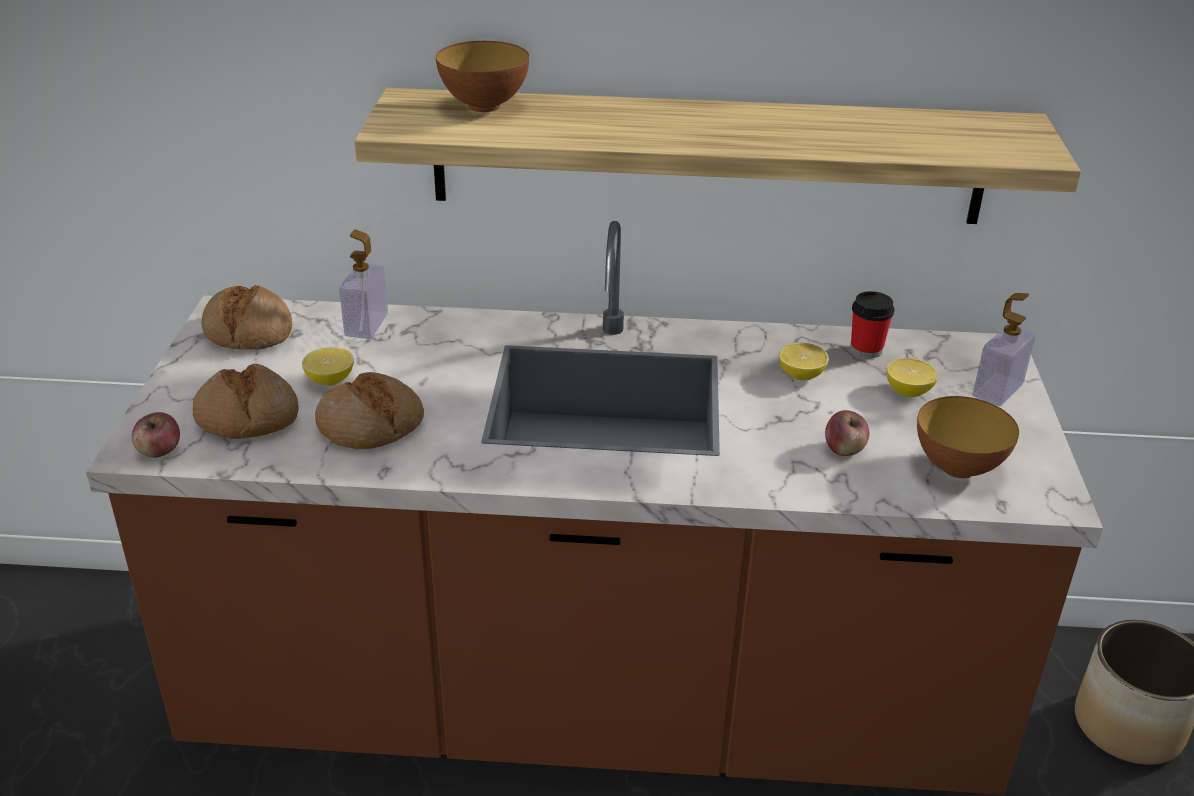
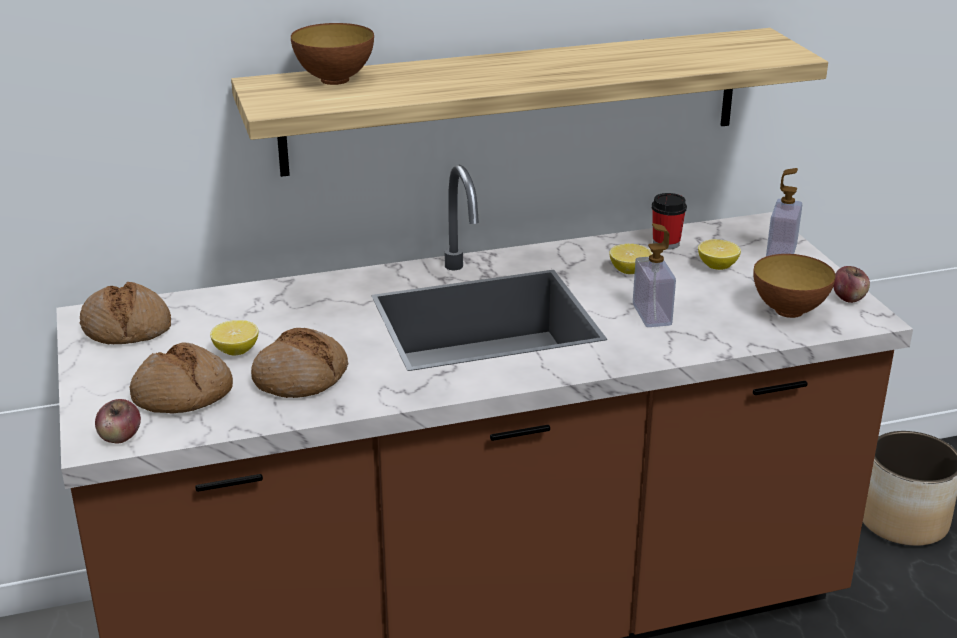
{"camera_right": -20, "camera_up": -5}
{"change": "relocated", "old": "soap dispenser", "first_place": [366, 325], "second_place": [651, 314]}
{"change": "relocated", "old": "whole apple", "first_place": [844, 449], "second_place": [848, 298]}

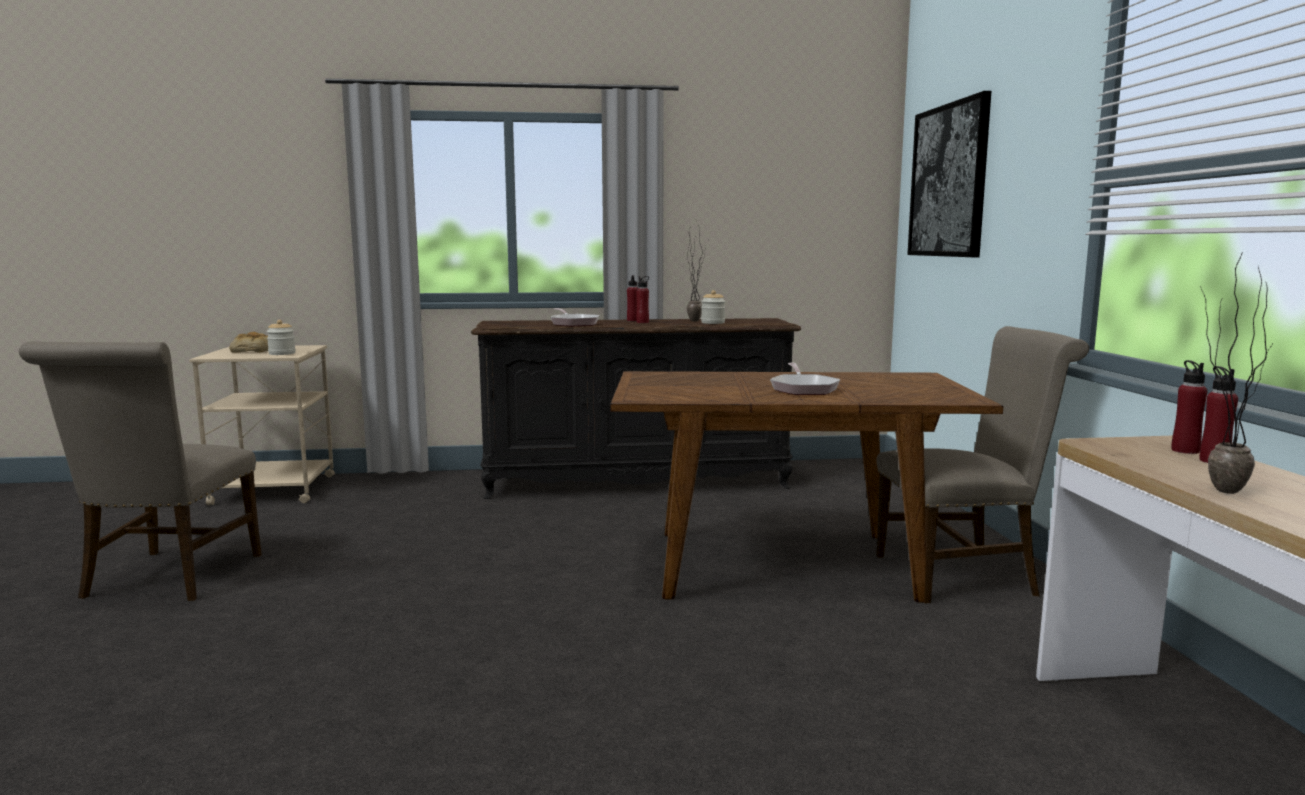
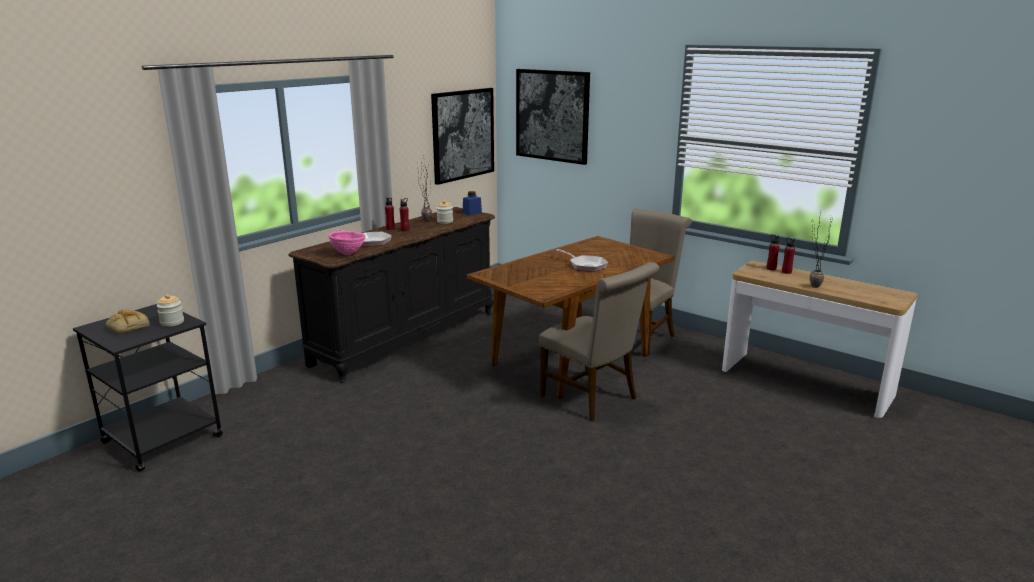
{"camera_right": -45, "camera_up": 10}
{"change": "relocated", "old": "plain chair/beige", "first_place": [167, 579], "second_place": [593, 399]}
{"change": "colour", "old": "cart/beige", "new": "cart/blackish", "first_place": [276, 490], "second_place": [164, 438]}
{"change": "appeared", "new": "deep dish/pinkish", "second_place": [348, 254]}
{"change": "appeared", "new": "wall picture", "second_place": [463, 134]}
{"change": "appeared", "new": "preserve jar/blue-coloured", "second_place": [472, 213]}

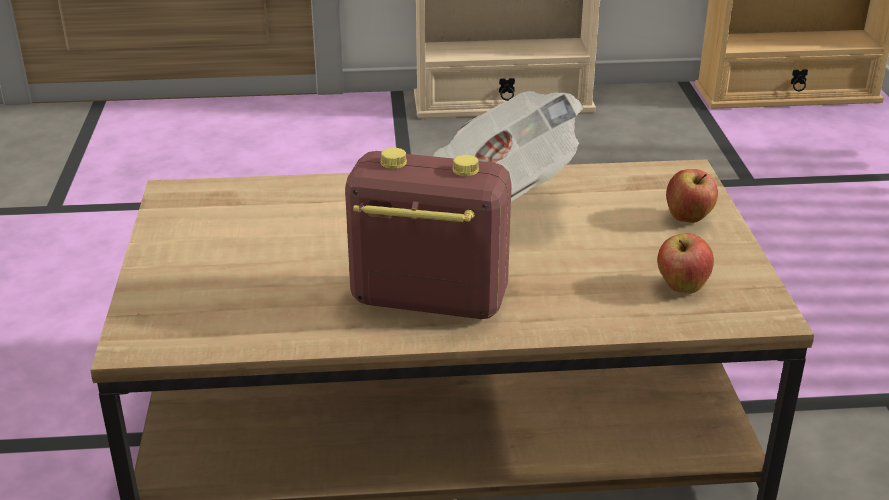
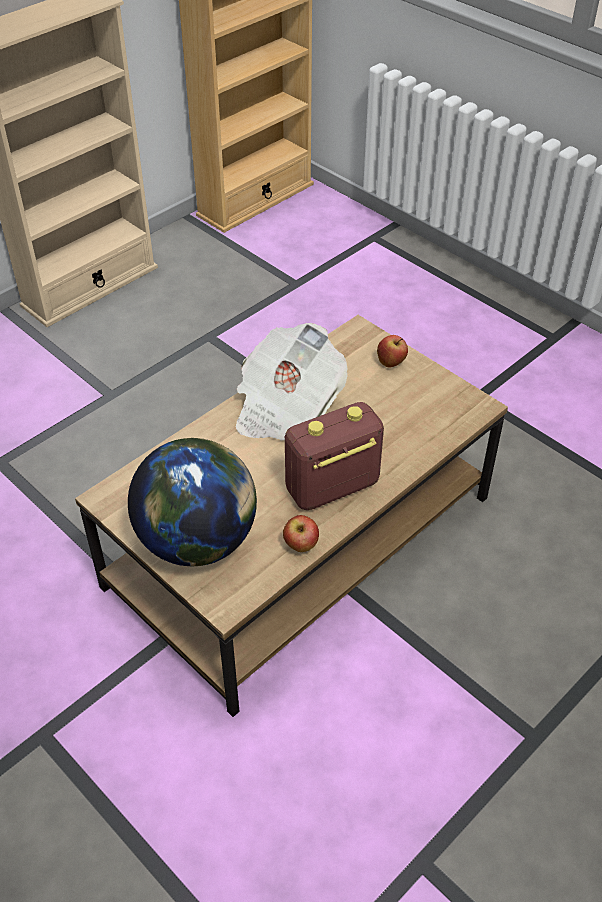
{"camera_right": -40, "camera_up": 15}
{"change": "relocated", "old": "whole apple", "first_place": [681, 288], "second_place": [301, 546]}
{"change": "appeared", "new": "desk globe", "second_place": [198, 541]}

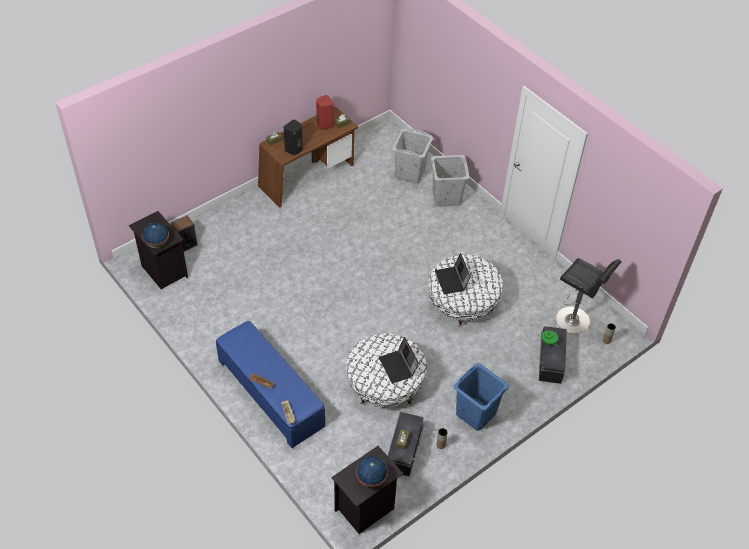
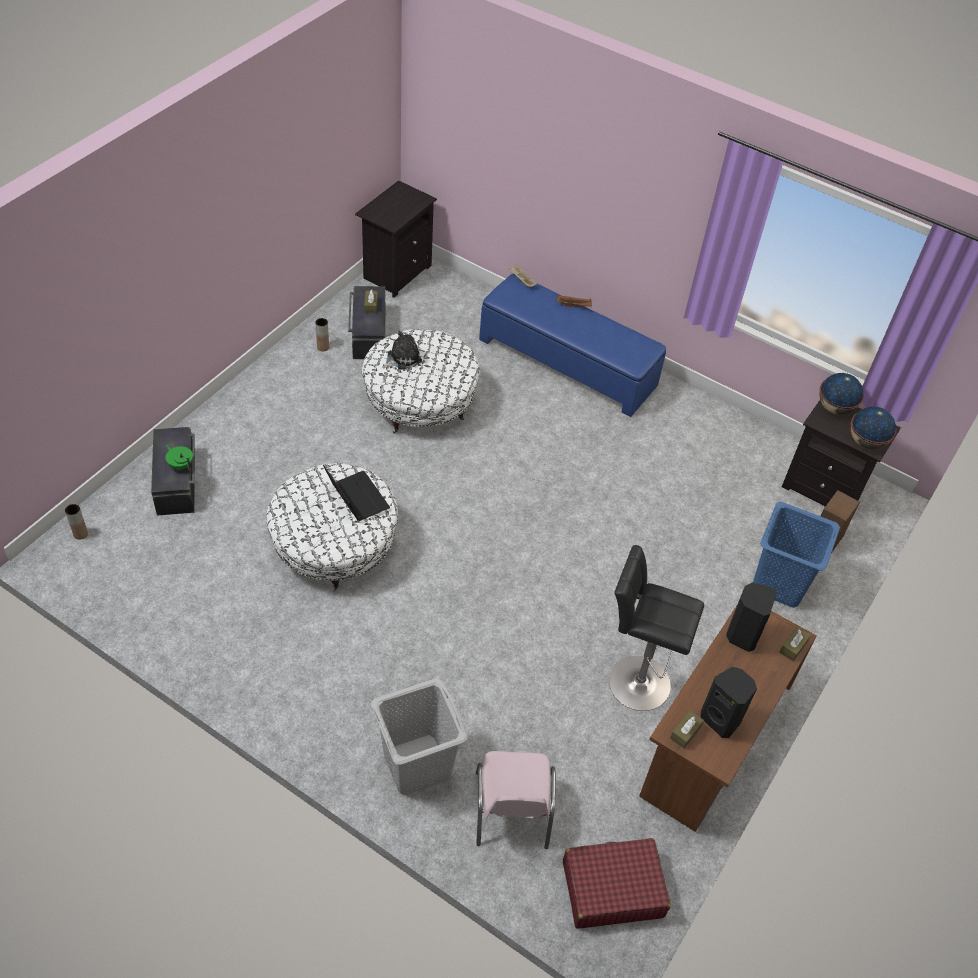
{"camera_right": 160, "camera_up": 0}
{"change": "colour", "old": "speaker/red", "new": "speaker/blackish", "first_place": [324, 124], "second_place": [721, 719]}
{"change": "relocated", "old": "desk globe", "first_place": [371, 479], "second_place": [866, 442]}
{"change": "exchanged", "old": "laptop", "new": "cuddly toy", "first_place": [398, 367], "second_place": [402, 358]}
{"change": "exchanged", "old": "laundry basket/gray", "new": "plain chair/pinkish", "first_place": [410, 173], "second_place": [512, 811]}
{"change": "relocated", "old": "laundry basket/blue-coloured", "first_place": [475, 414], "second_place": [779, 582]}
{"change": "relocated", "old": "stool/blackish", "first_place": [575, 321], "second_place": [634, 681]}
{"change": "appeared", "new": "travel case/red", "second_place": [612, 889]}

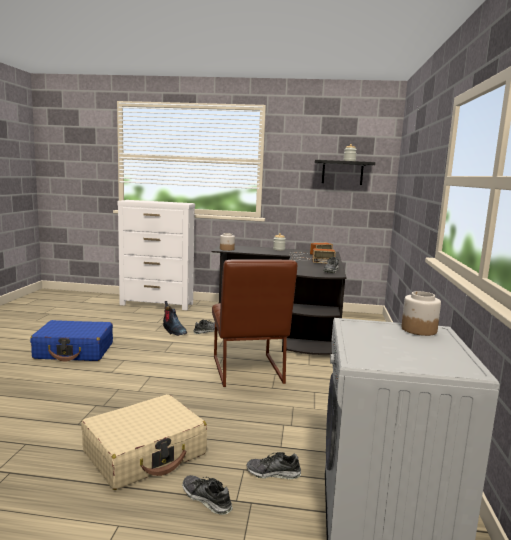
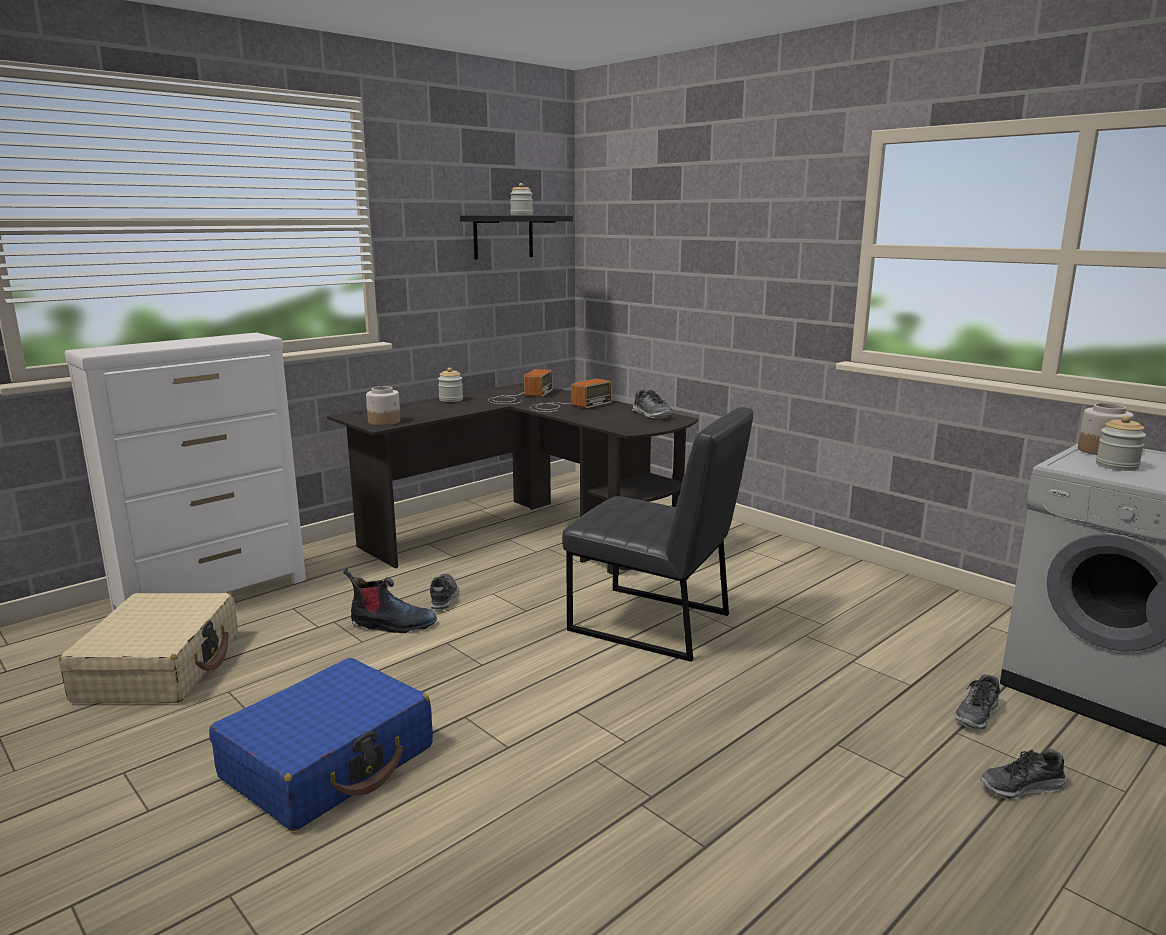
{"camera_right": -50, "camera_up": 5}
{"change": "relocated", "old": "travel case/beige", "first_place": [145, 453], "second_place": [160, 667]}
{"change": "colour", "old": "plain chair/brownish", "new": "plain chair/gray", "first_place": [247, 370], "second_place": [654, 623]}
{"change": "appeared", "new": "preserve jar", "second_place": [1116, 466]}

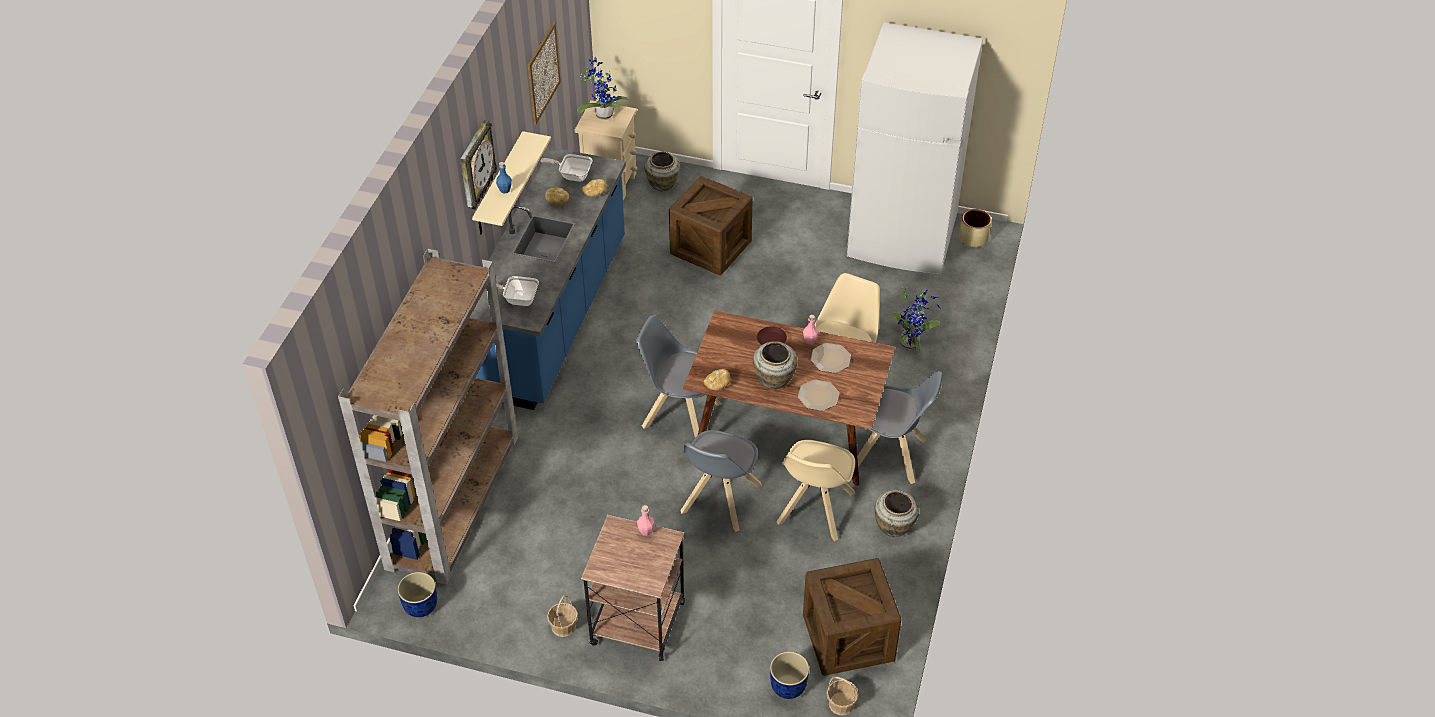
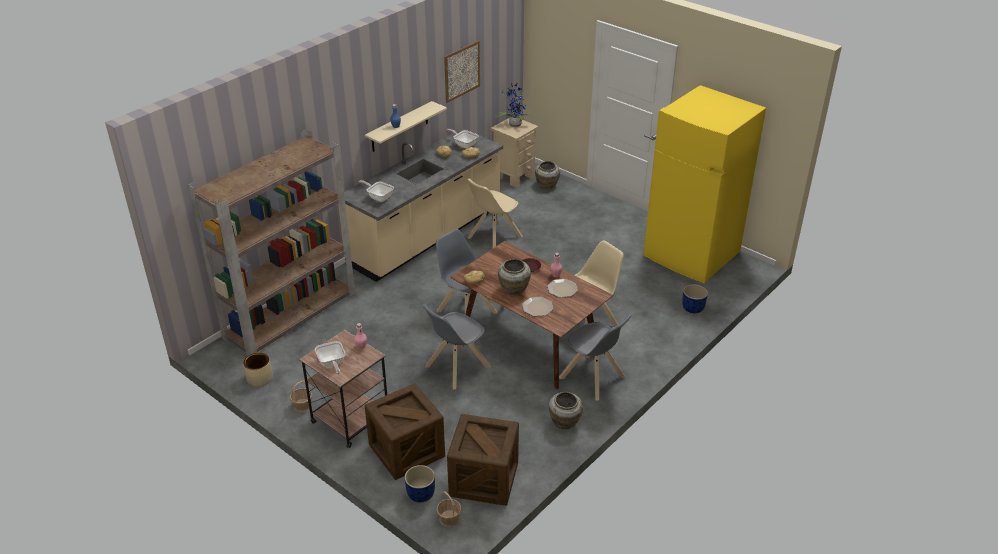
{"camera_right": 25, "camera_up": -10}
{"change": "relocated", "old": "plant pot/blue-coloured", "first_place": [420, 606], "second_place": [692, 308]}
{"change": "missing", "old": "hanging clock", "first_place": [475, 166]}
{"change": "colour", "old": "kitchen base unit/blue-coloured", "new": "kitchen base unit/beige", "first_place": [554, 317], "second_place": [426, 237]}
{"change": "relocated", "old": "packing crate", "first_place": [710, 247], "second_place": [406, 451]}
{"change": "relocated", "old": "plain chair/beige", "first_place": [815, 510], "second_place": [493, 238]}
{"change": "colour", "old": "refrigerator/white", "new": "refrigerator/yellowish", "first_place": [903, 236], "second_place": [691, 254]}
{"change": "missing", "old": "plant in a pot", "first_place": [911, 342]}
{"change": "relocated", "old": "plant pot/beige", "first_place": [973, 238], "second_place": [259, 378]}
{"change": "appeared", "new": "frying pan", "second_place": [332, 364]}

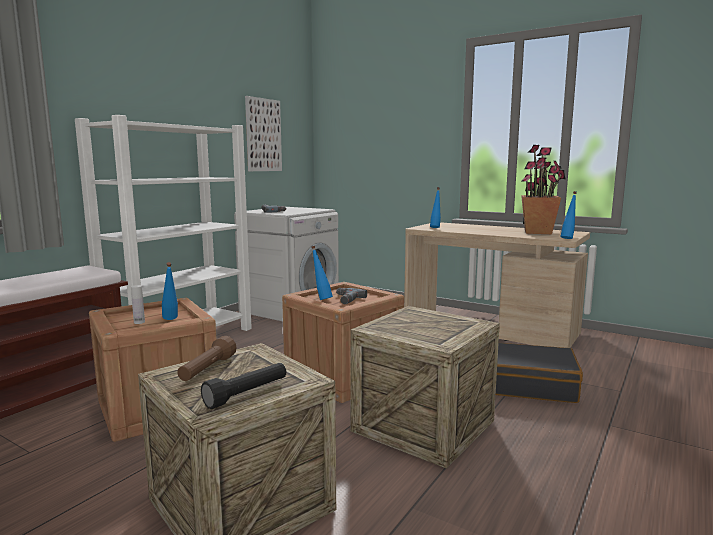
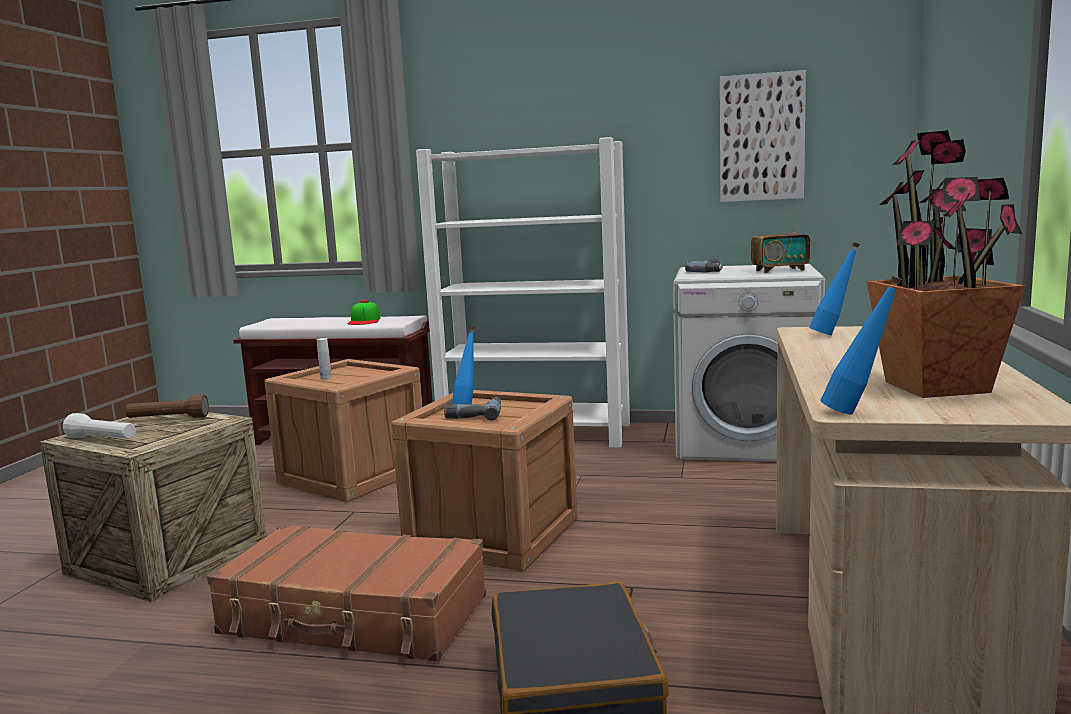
{"camera_right": 70, "camera_up": 0}
{"change": "missing", "old": "beverage bottle/blue-coloured", "first_place": [171, 320]}
{"change": "colour", "old": "flashlight/blackish", "new": "flashlight/white", "first_place": [247, 394], "second_place": [102, 439]}
{"change": "exchanged", "old": "packing crate", "new": "travel case/brownish", "first_place": [423, 426], "second_place": [354, 616]}
{"change": "appeared", "new": "cap", "second_place": [364, 320]}
{"change": "appeared", "new": "radio set", "second_place": [779, 270]}

